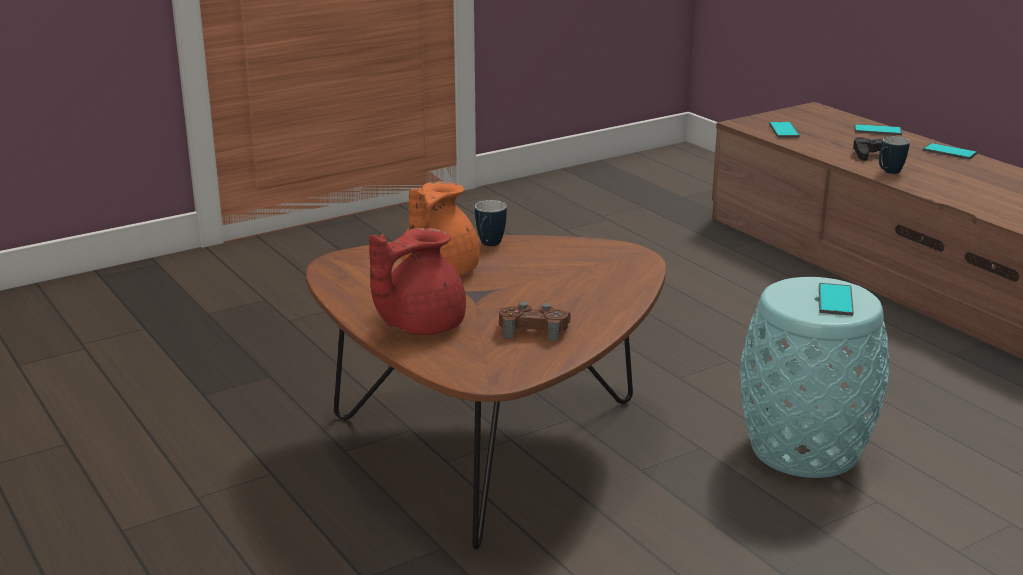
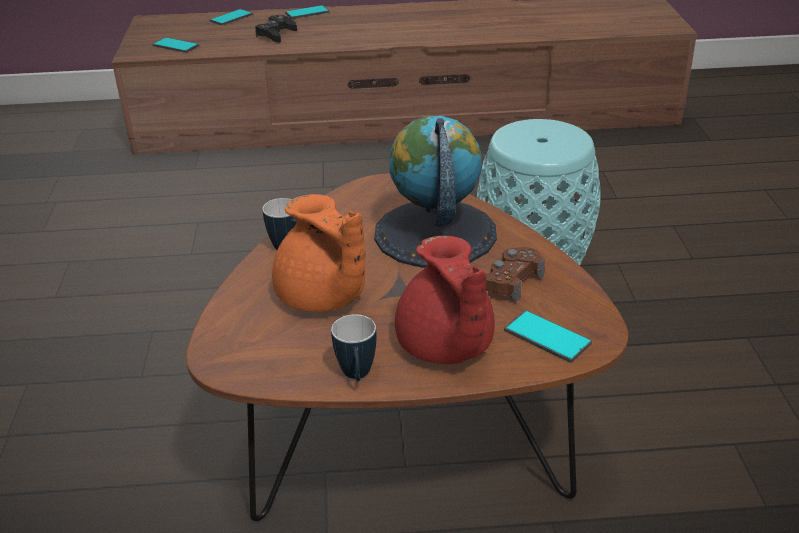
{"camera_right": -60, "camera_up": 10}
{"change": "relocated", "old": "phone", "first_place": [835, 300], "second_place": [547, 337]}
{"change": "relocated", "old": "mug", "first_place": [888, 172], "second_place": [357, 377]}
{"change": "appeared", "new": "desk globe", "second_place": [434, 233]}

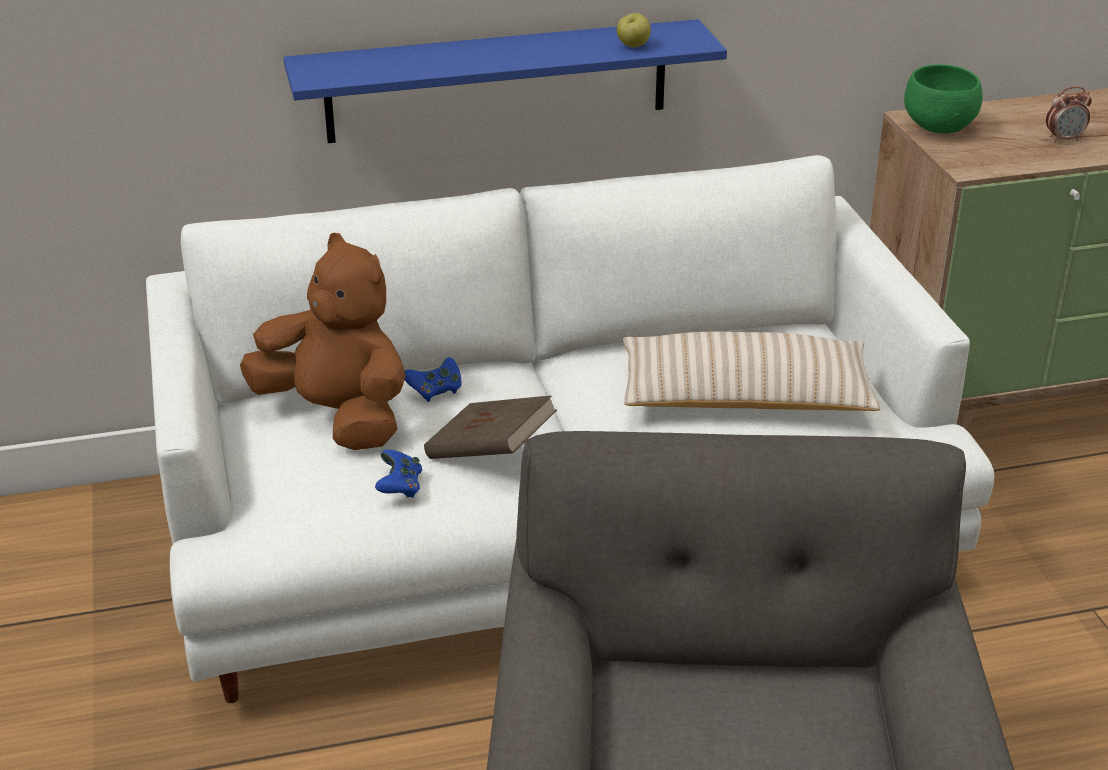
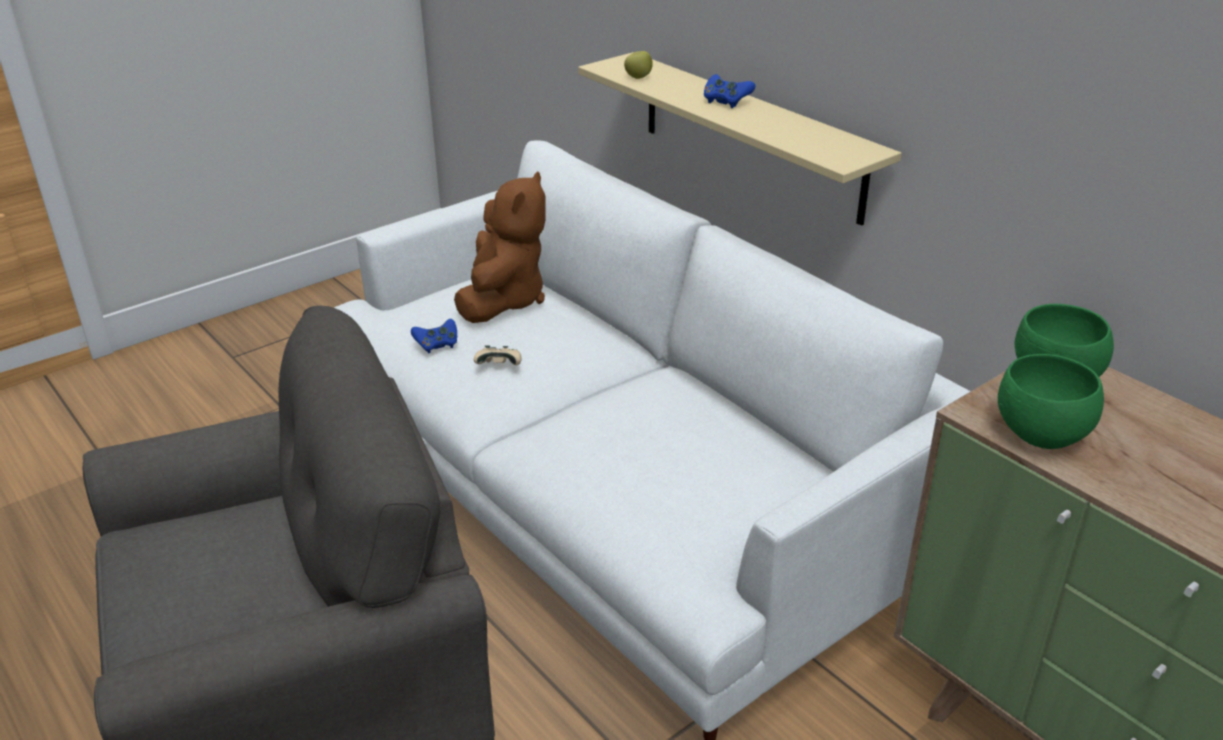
{"camera_right": 65, "camera_up": 0}
{"change": "colour", "old": "shelf/blue-coloured", "new": "shelf/beige", "first_place": [497, 81], "second_place": [750, 136]}
{"change": "relocated", "old": "gamepad/blue-coloured", "first_place": [435, 391], "second_place": [726, 102]}
{"change": "exchanged", "old": "volume/brownish", "new": "gamepad/beige", "first_place": [490, 452], "second_place": [499, 367]}
{"change": "relocated", "old": "whole apple", "first_place": [633, 46], "second_place": [638, 77]}
{"change": "missing", "old": "cushion/beige", "first_place": [745, 397]}
{"change": "missing", "old": "bedside clock", "first_place": [1064, 139]}
{"change": "appeared", "new": "deep dish/green-coloured", "second_place": [1041, 437]}

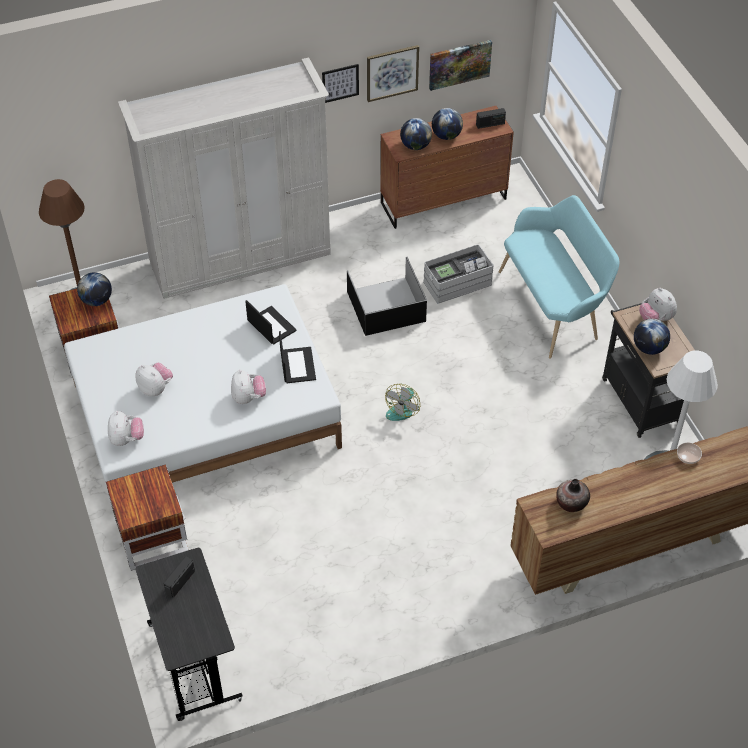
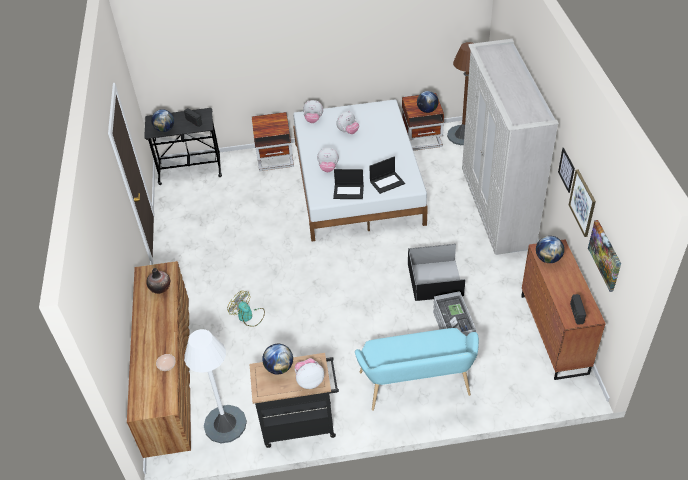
{"camera_right": 105, "camera_up": -5}
{"change": "relocated", "old": "cooling fan", "first_place": [402, 408], "second_place": [248, 316]}
{"change": "relocated", "old": "desk globe", "first_place": [446, 136], "second_place": [165, 129]}

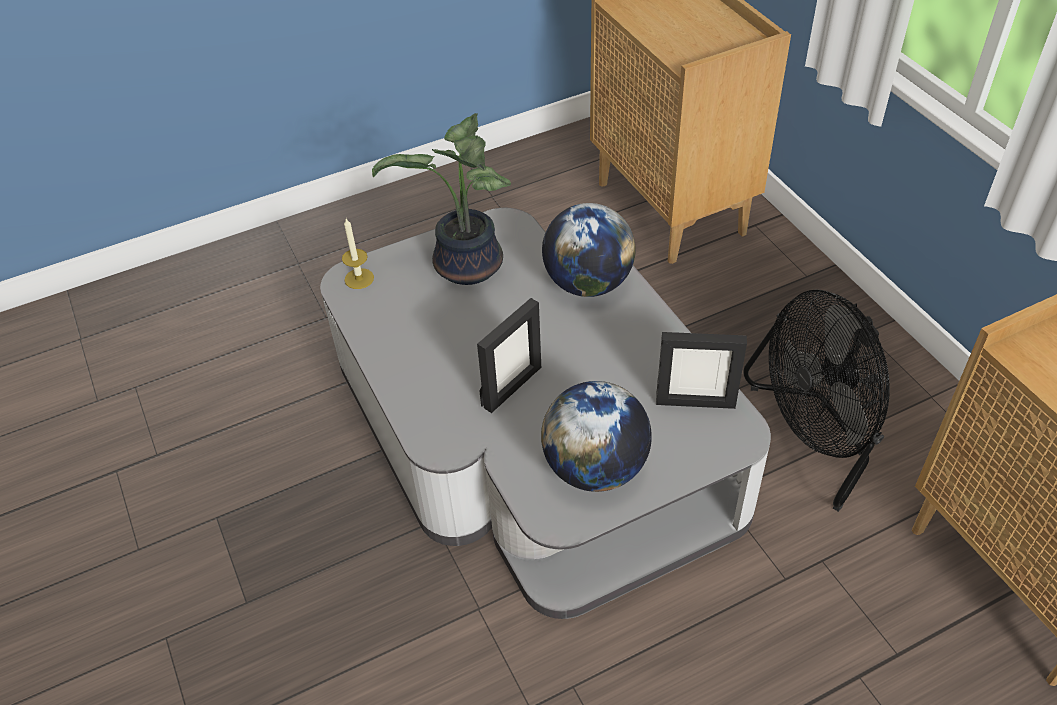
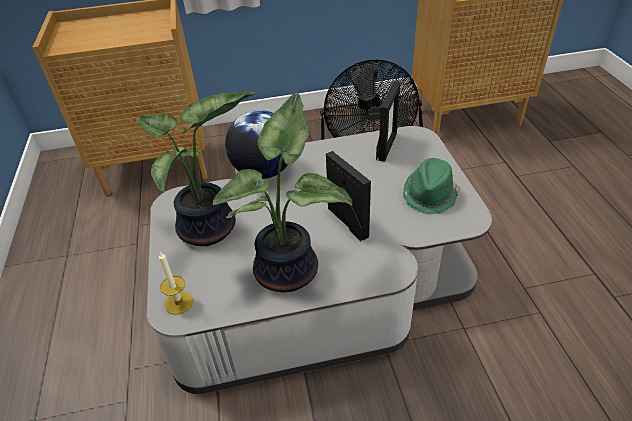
{"camera_right": -75, "camera_up": -5}
{"change": "exchanged", "old": "desk globe", "new": "clothing hat/green-coloured", "first_place": [595, 468], "second_place": [430, 194]}
{"change": "appeared", "new": "plant in a pot", "second_place": [290, 269]}

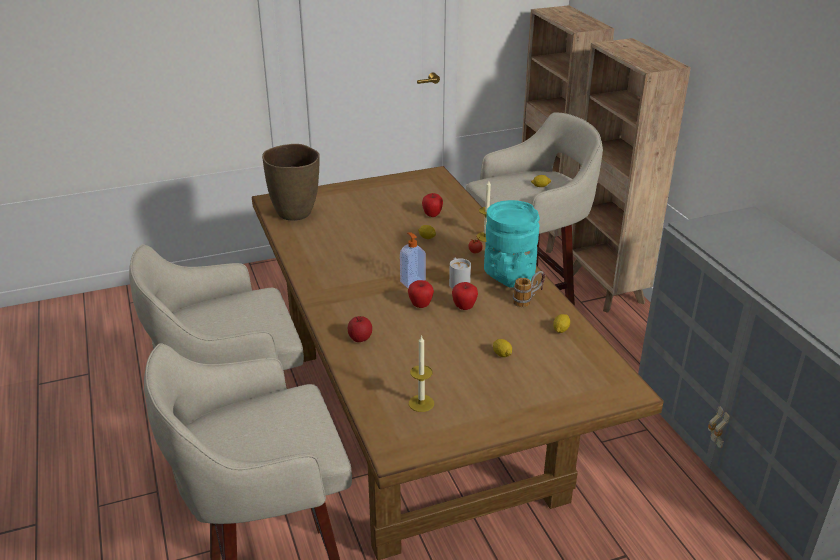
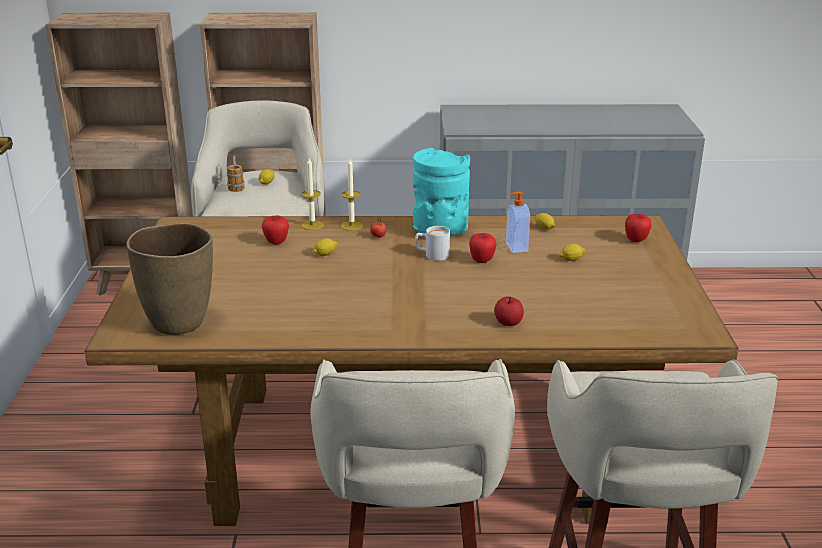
{"camera_right": -70, "camera_up": -5}
{"change": "relocated", "old": "soap dispenser", "first_place": [412, 282], "second_place": [515, 247]}
{"change": "relocated", "old": "whole apple", "first_place": [420, 305], "second_place": [636, 240]}
{"change": "relocated", "old": "wax light", "first_place": [421, 403], "second_place": [312, 225]}
{"change": "relocated", "old": "mug", "first_place": [528, 300], "second_place": [236, 185]}

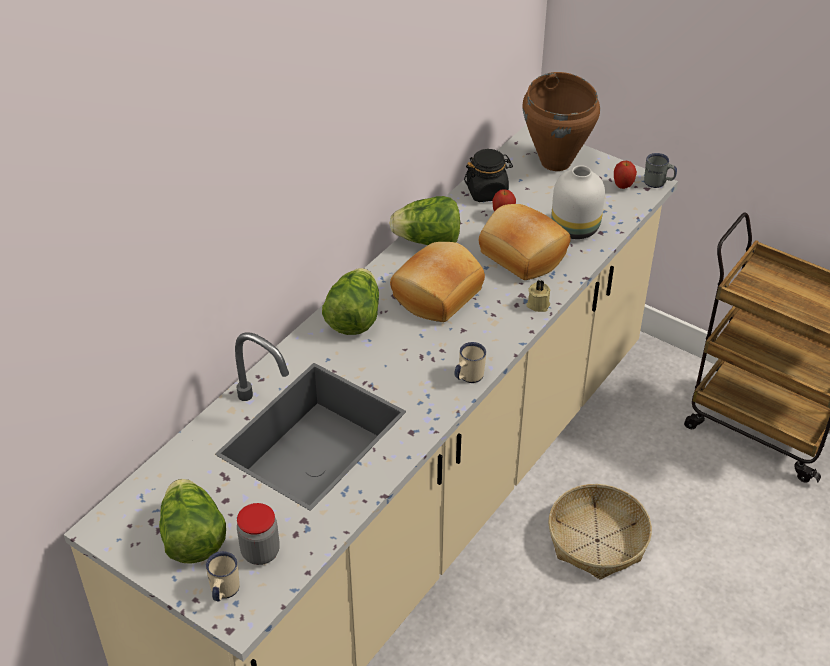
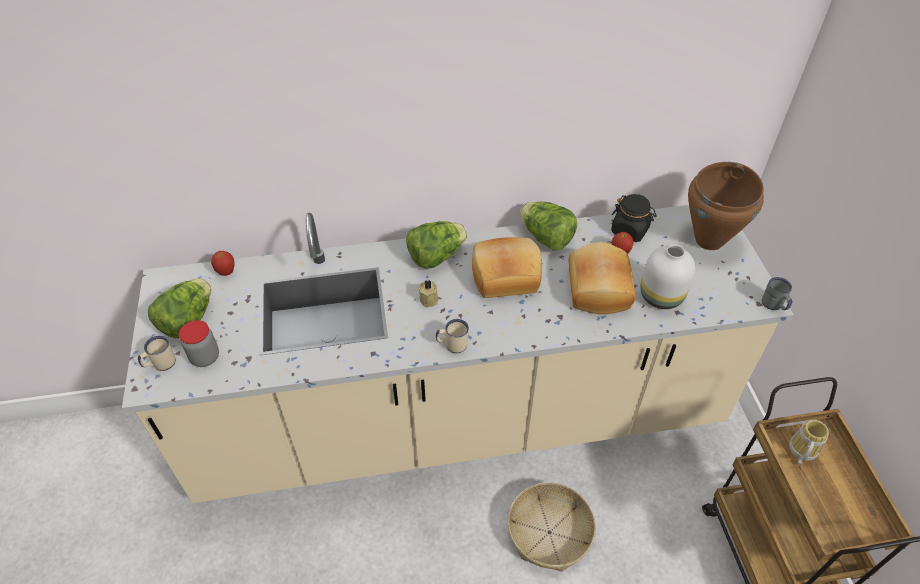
{"camera_right": 45, "camera_up": 5}
{"change": "relocated", "old": "wax light/beige", "first_place": [538, 304], "second_place": [429, 299]}
{"change": "relocated", "old": "whole apple", "first_place": [623, 186], "second_place": [226, 272]}
{"change": "appeared", "new": "mug", "second_place": [799, 452]}

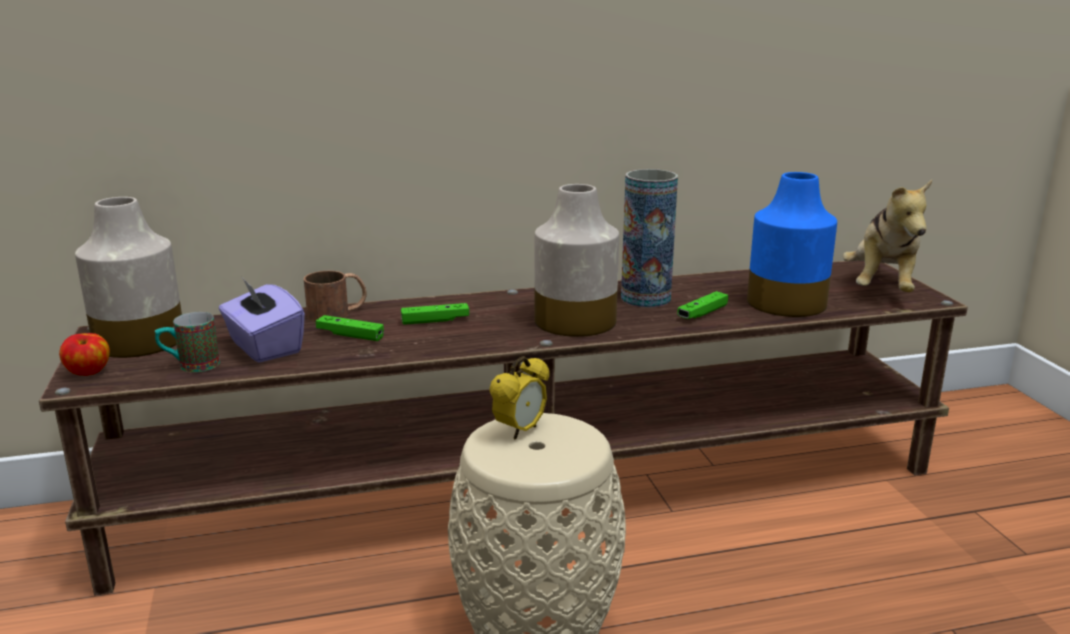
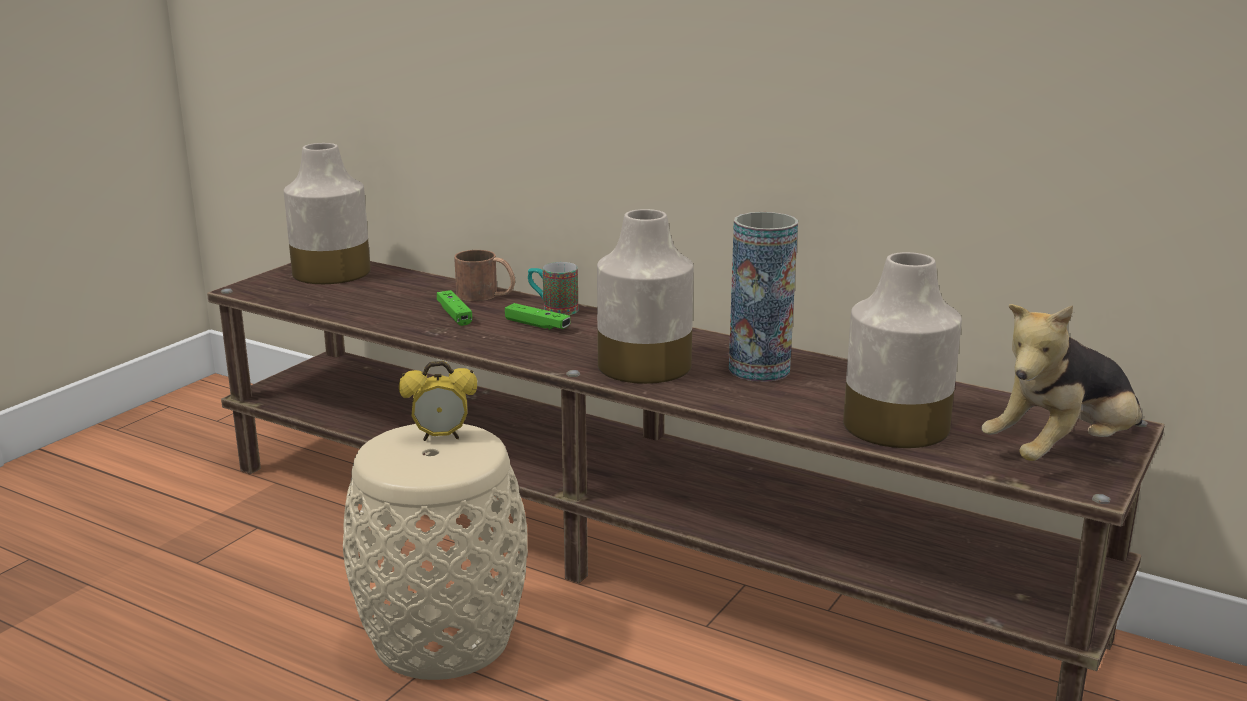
{"camera_right": 45, "camera_up": 0}
{"change": "missing", "old": "whole apple", "first_place": [88, 373]}
{"change": "relocated", "old": "mug", "first_place": [190, 366], "second_place": [553, 309]}
{"change": "missing", "old": "tissue holder/purple-coloured", "first_place": [264, 347]}
{"change": "missing", "old": "gamepad/green-coloured", "first_place": [702, 313]}
{"change": "colour", "old": "vase/blue-coloured", "new": "vase/beige", "first_place": [787, 302], "second_place": [896, 425]}

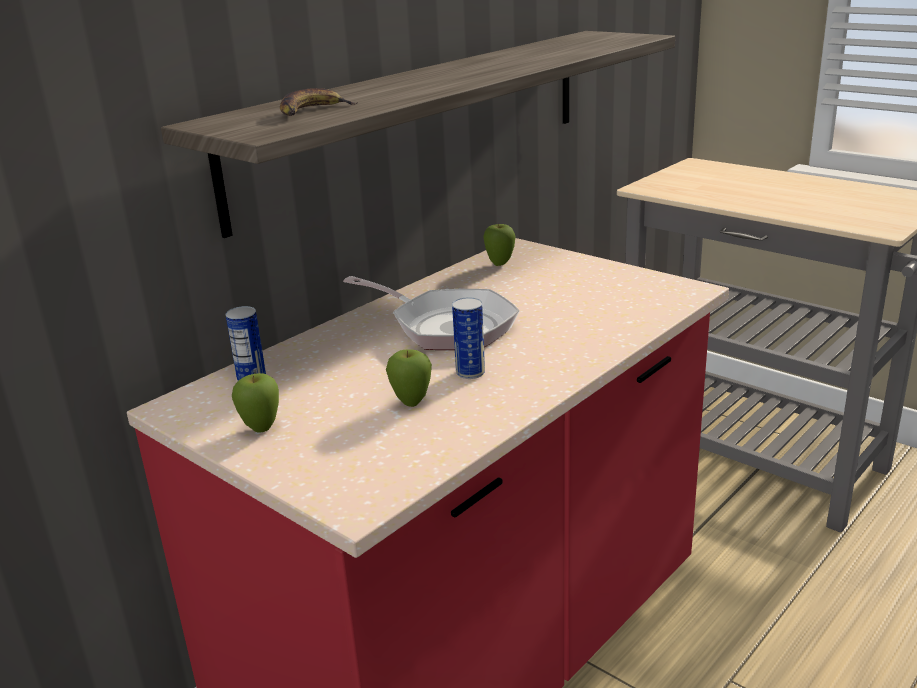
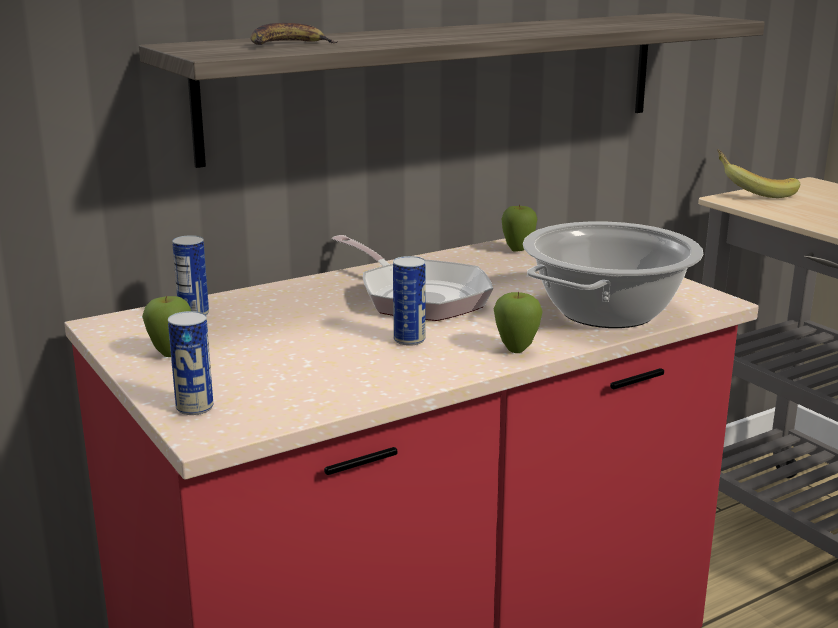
{"camera_right": 15, "camera_up": -5}
{"change": "relocated", "old": "whole apple", "first_place": [411, 403], "second_place": [516, 350]}
{"change": "appeared", "new": "can", "second_place": [194, 407]}
{"change": "appeared", "new": "cooking pot", "second_place": [607, 311]}
{"change": "appeared", "new": "whole banana", "second_place": [753, 192]}

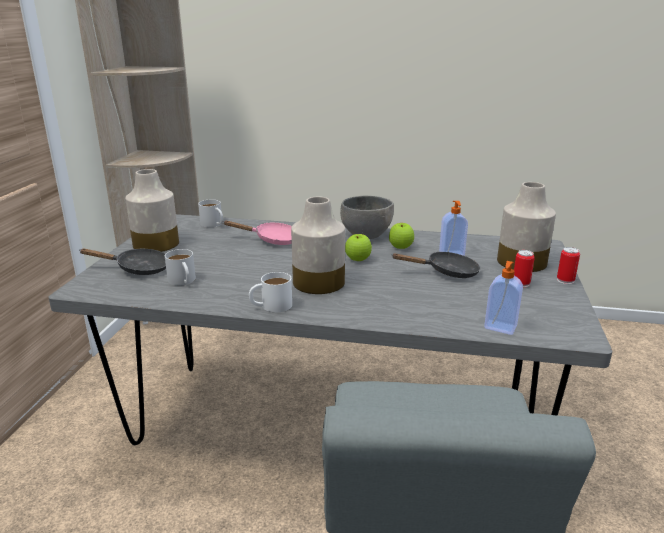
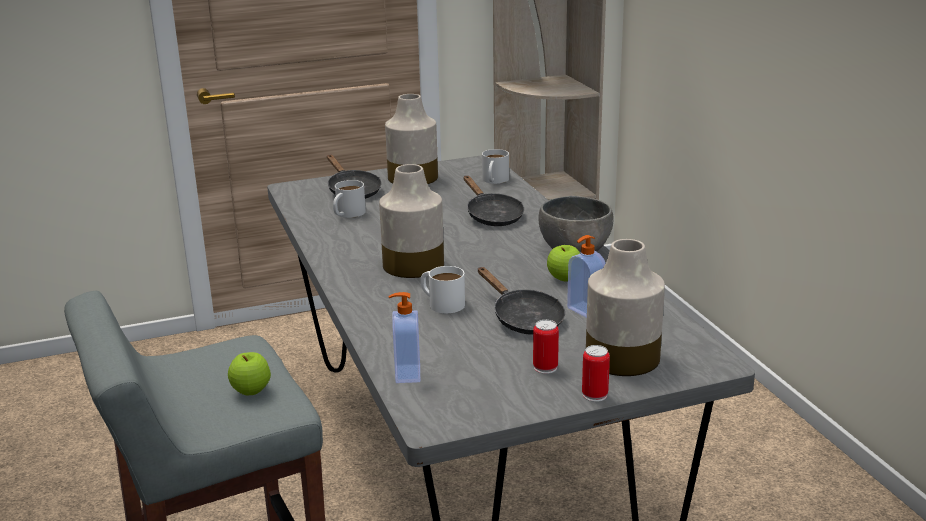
{"camera_right": 60, "camera_up": 0}
{"change": "colour", "old": "frying pan/pinkish", "new": "frying pan/blackish", "first_place": [273, 240], "second_place": [492, 216]}
{"change": "relocated", "old": "mug/white", "first_place": [271, 306], "second_place": [441, 303]}
{"change": "relocated", "old": "whole apple", "first_place": [358, 259], "second_place": [251, 391]}

